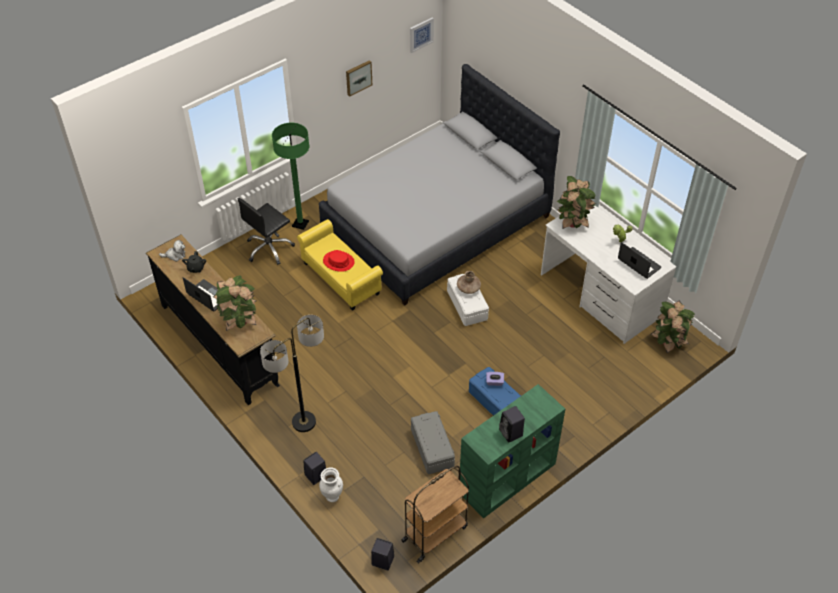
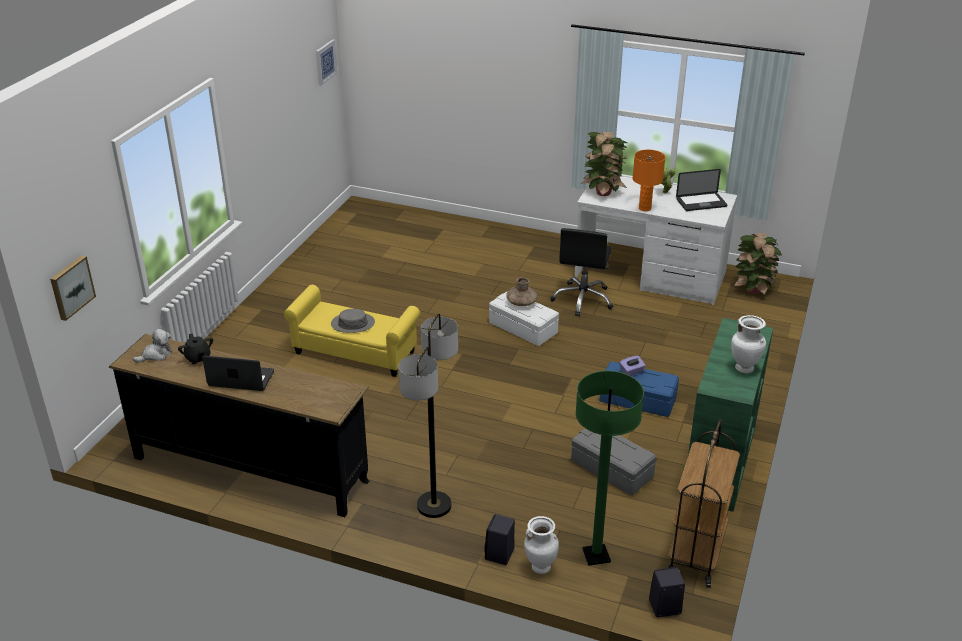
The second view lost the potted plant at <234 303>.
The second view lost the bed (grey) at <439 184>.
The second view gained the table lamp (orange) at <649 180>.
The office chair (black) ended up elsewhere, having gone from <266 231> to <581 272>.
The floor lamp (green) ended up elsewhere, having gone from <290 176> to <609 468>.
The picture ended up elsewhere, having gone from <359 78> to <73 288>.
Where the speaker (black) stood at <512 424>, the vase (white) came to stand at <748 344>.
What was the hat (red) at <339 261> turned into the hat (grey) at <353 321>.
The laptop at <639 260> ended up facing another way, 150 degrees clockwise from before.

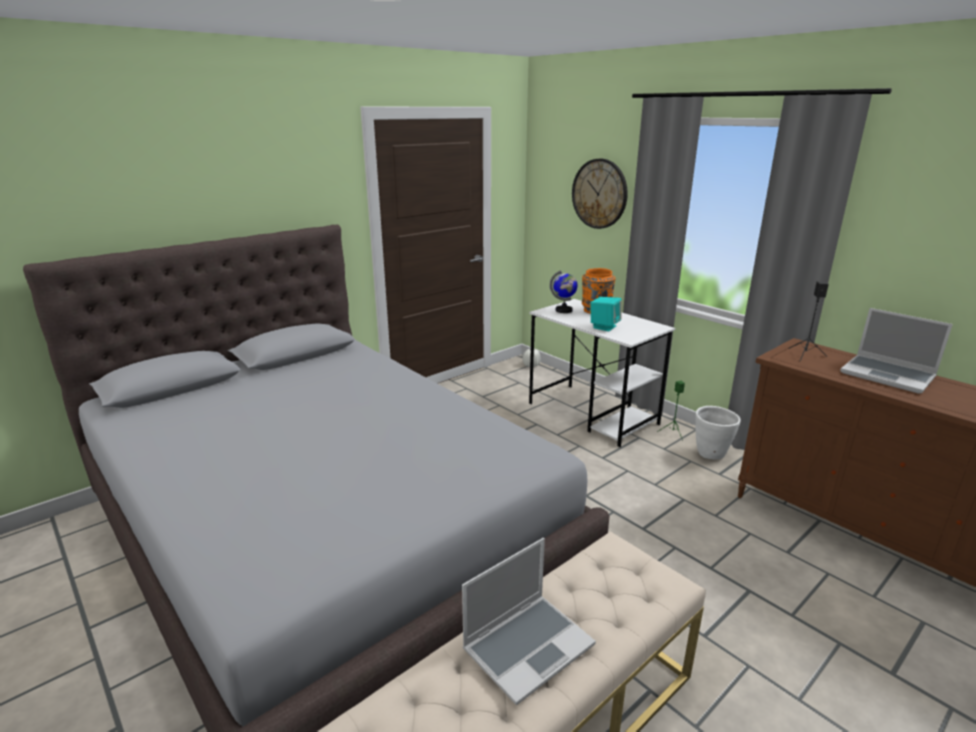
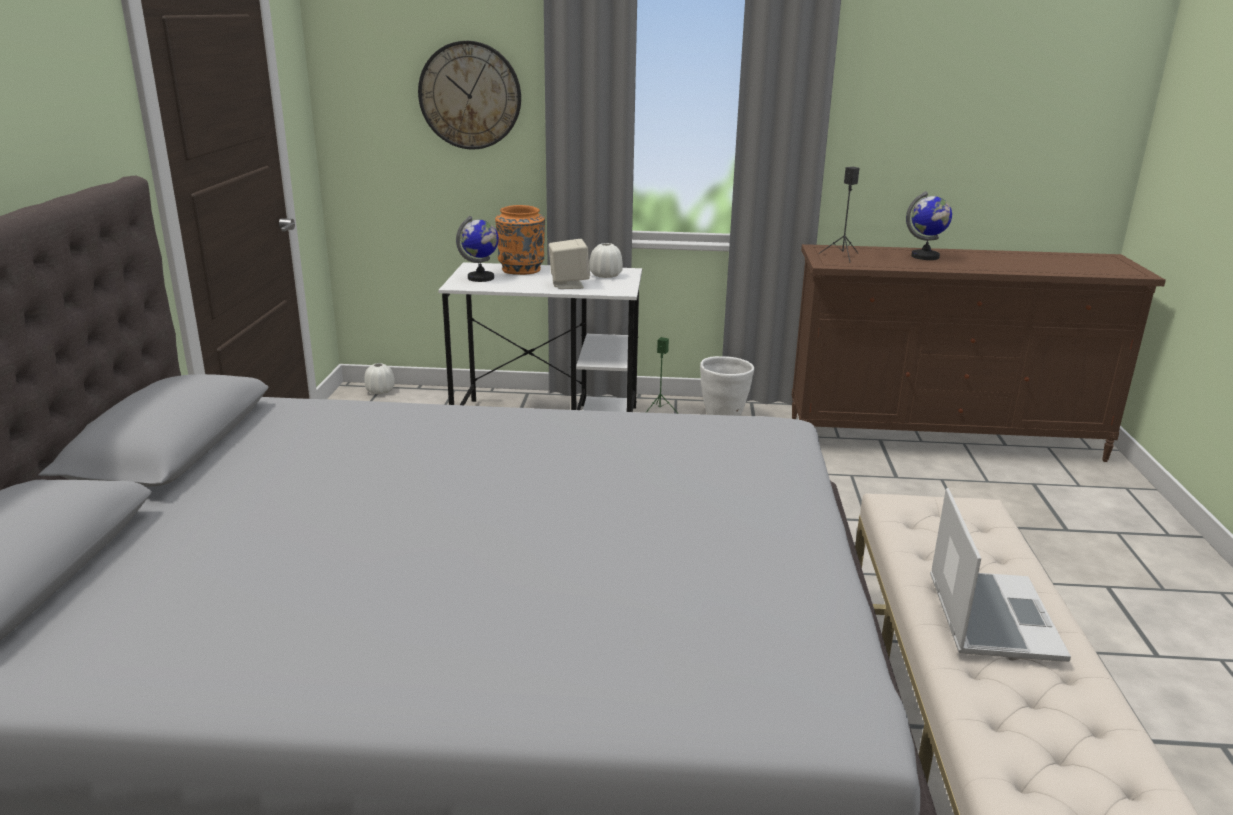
The second view gained the vase (white) at <606 260>.
Where the laptop stood at <896 351>, the globe came to stand at <929 225>.
What was the speaker (turquoise) at <606 314> turned into the speaker (beige) at <569 264>.

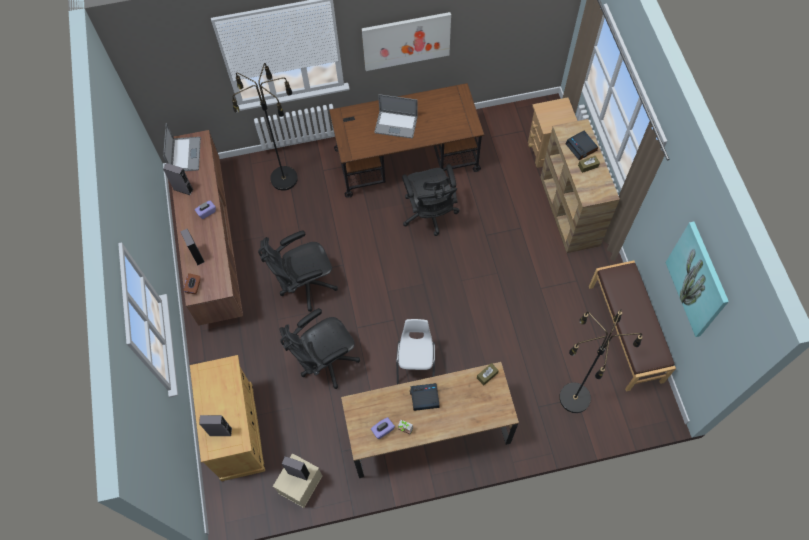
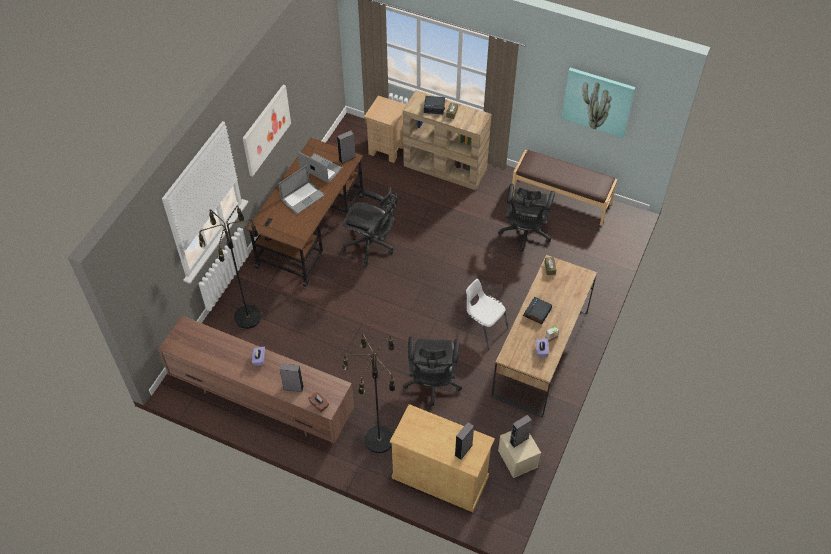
The laptop ended up elsewhere, having gone from <182 147> to <320 167>.
The speaker (grey) ended up elsewhere, having gone from <178 179> to <346 147>.
The office chair ended up elsewhere, having gone from <298 271> to <526 218>.
The floor lamp ended up elsewhere, having gone from <601 361> to <369 393>.

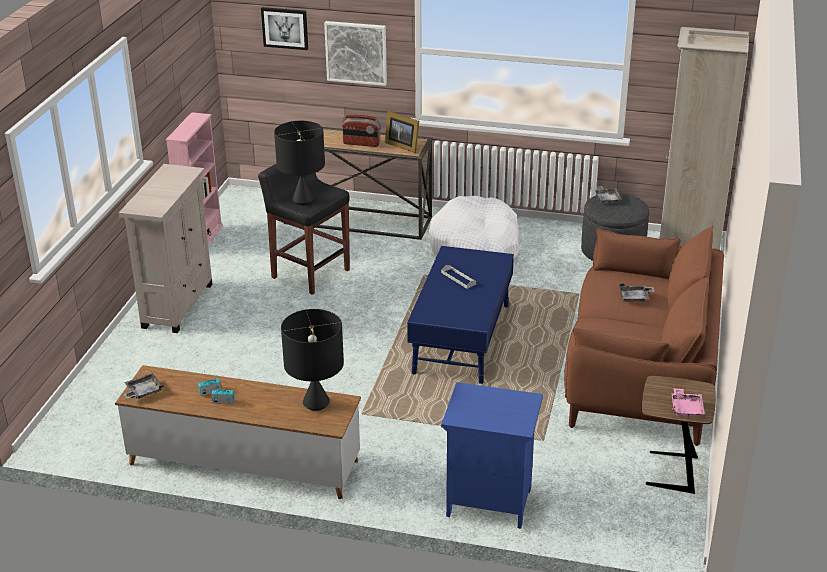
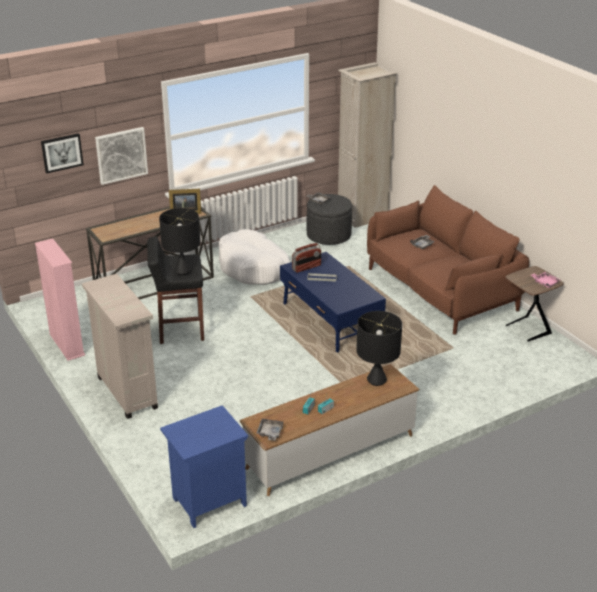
The radio ended up elsewhere, having gone from <361 131> to <306 258>.
The nightstand (blue) ended up elsewhere, having gone from <492 455> to <204 466>.

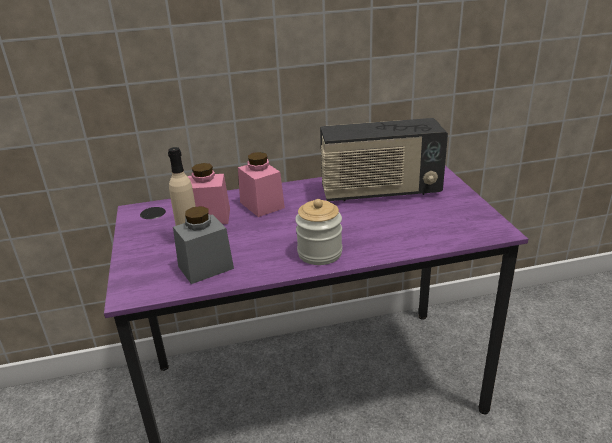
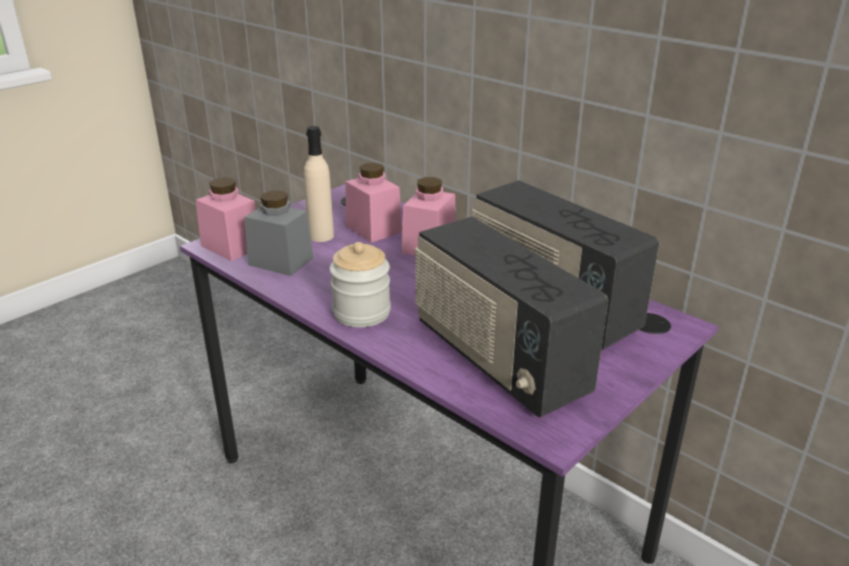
The second view gained the jar (pink) at <226 219>.
The second view gained the radio at <511 316>.

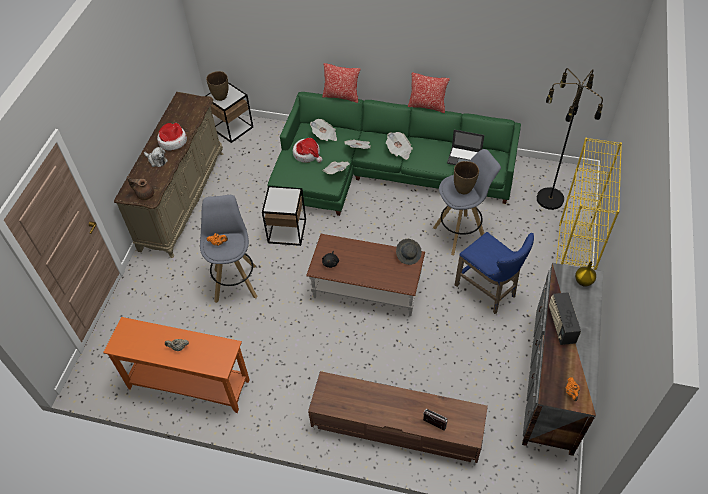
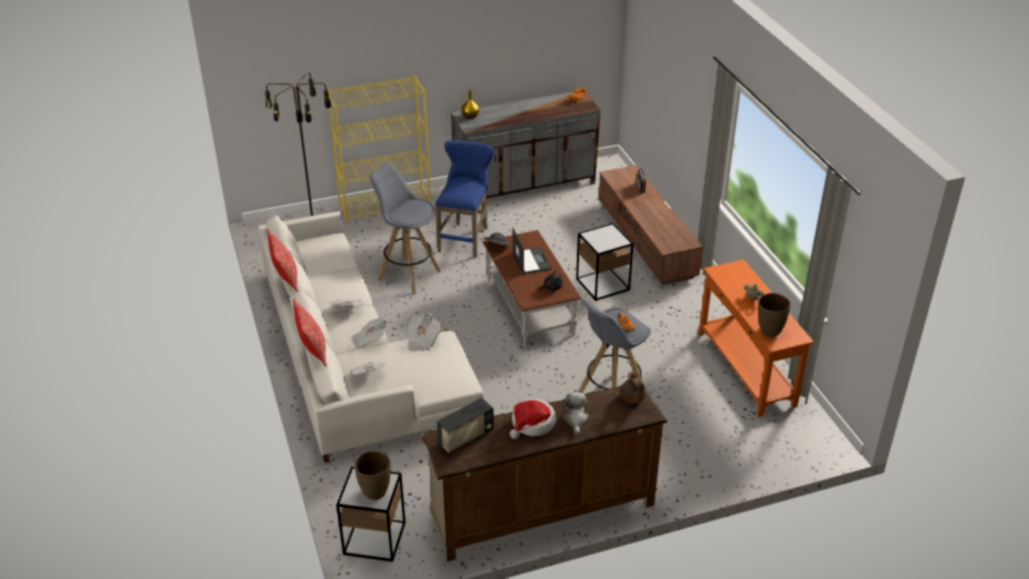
The second view lost the hat at <307 150>.
The side table ended up elsewhere, having gone from <284 216> to <604 262>.
The laptop ended up elsewhere, having gone from <465 147> to <532 251>.
The vase (brown) ended up elsewhere, having gone from <466 177> to <774 315>.
The radio ended up elsewhere, having gone from <565 318> to <465 425>.
What was the sofa (green) at <394 154> turned into the sofa (white) at <371 337>.

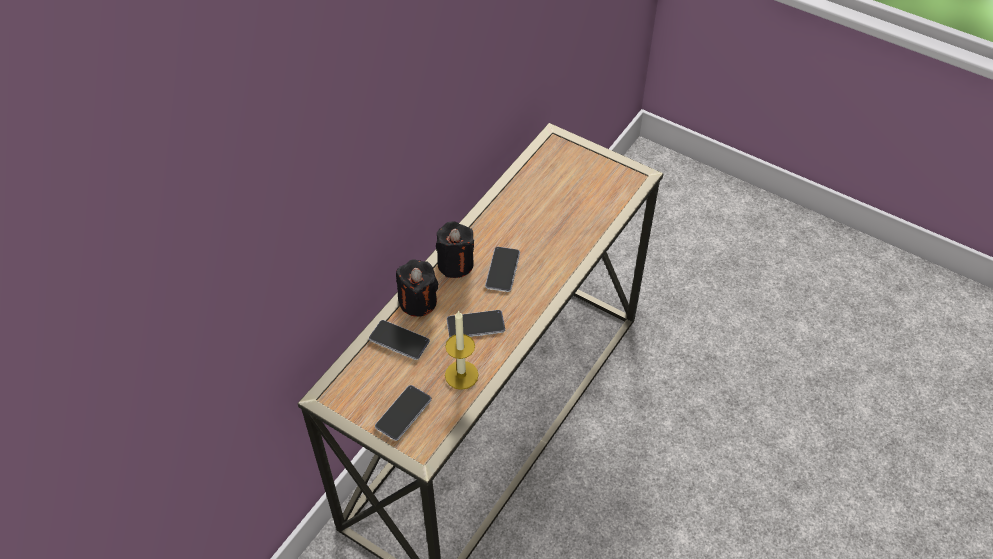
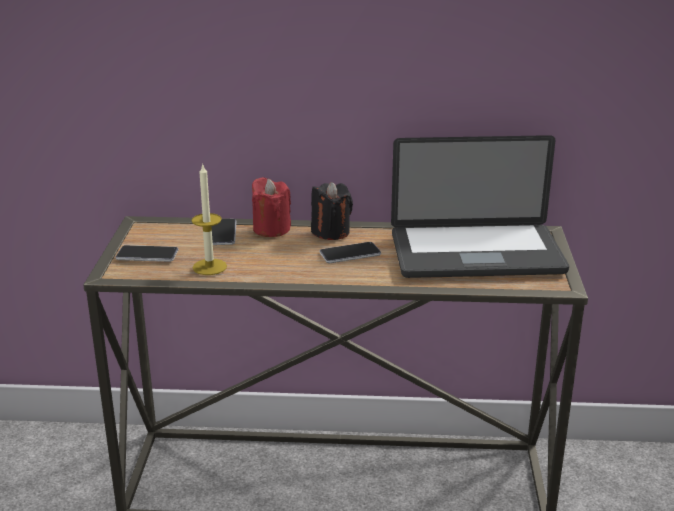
The second view lost the phone at <475 323>.
The second view gained the laptop at <480 206>.
What was the candle (black) at <417 288> turned into the candle (red) at <271 207>.

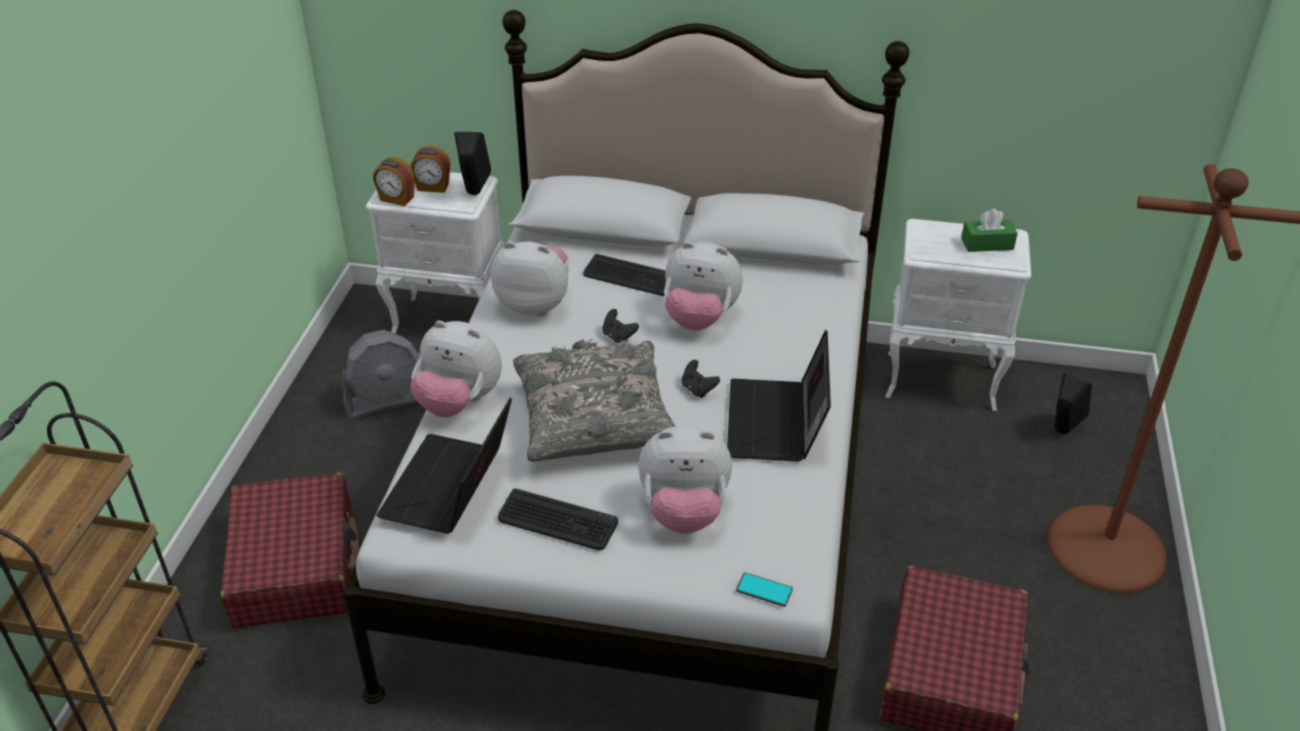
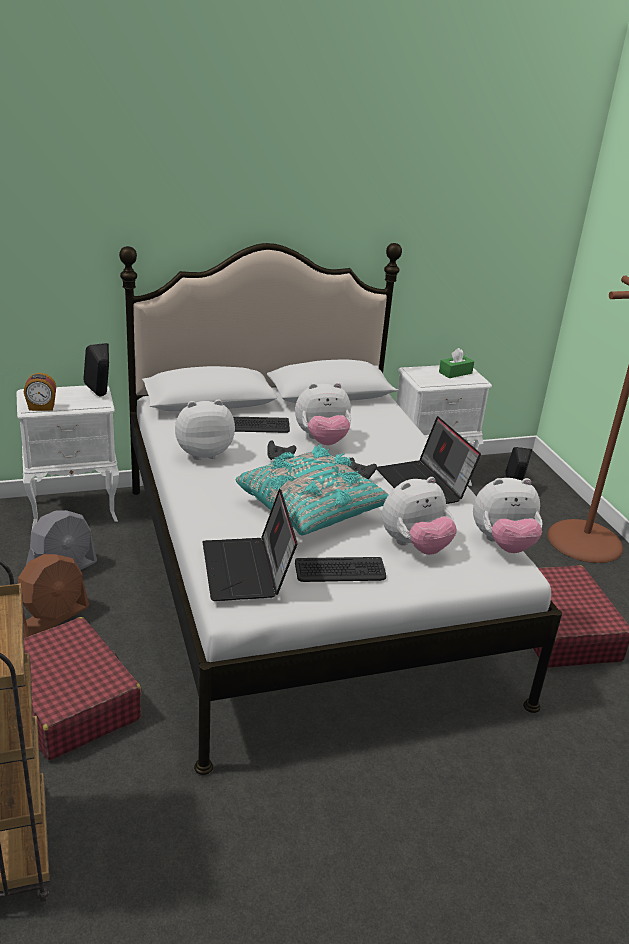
The second view lost the alarm clock at <431 169>.
The second view lost the phone at <764 589>.
The second view gained the fan (brown) at <53 596>.
The plush toy ended up elsewhere, having gone from <456 368> to <508 515>.
What was the pillow (grey) at <594 400> turned into the pillow (turquoise) at <312 490>.

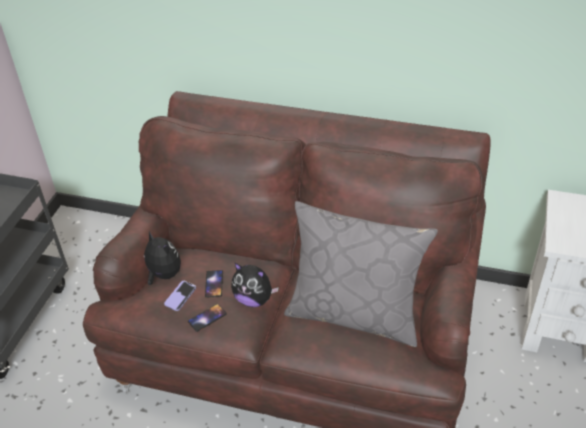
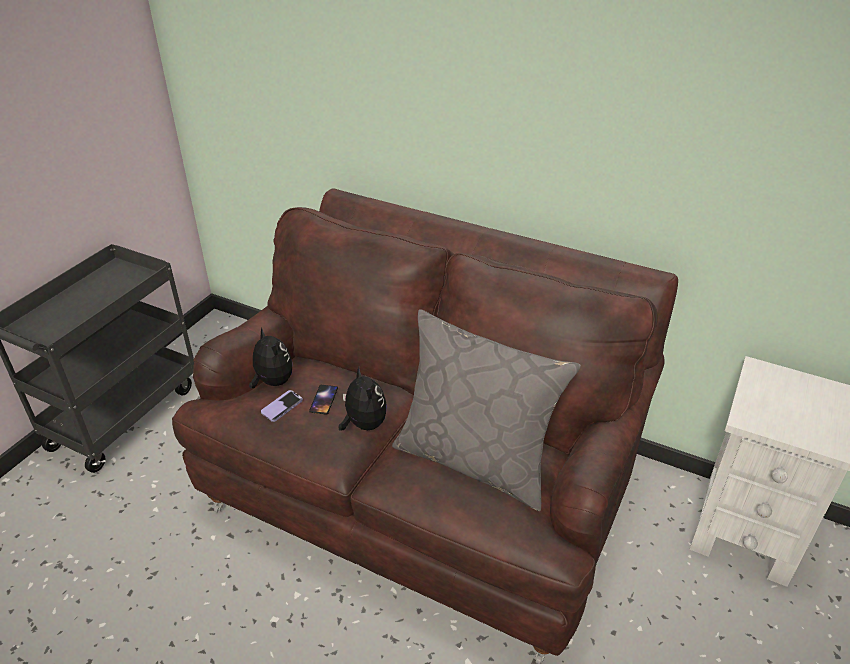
The second view lost the phone at <207 318>.
The plush toy at <255 284> ended up facing another way, 150 degrees counterclockwise from before.

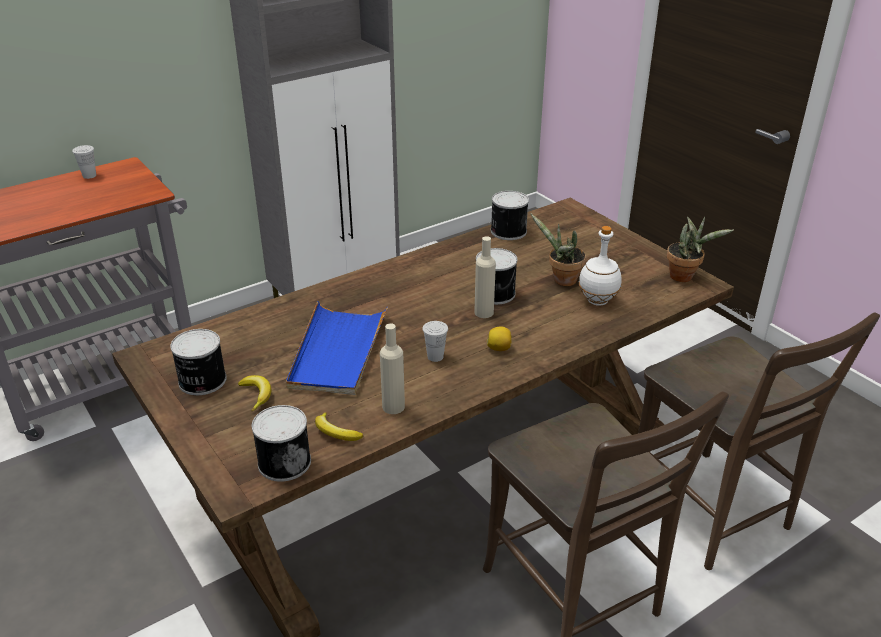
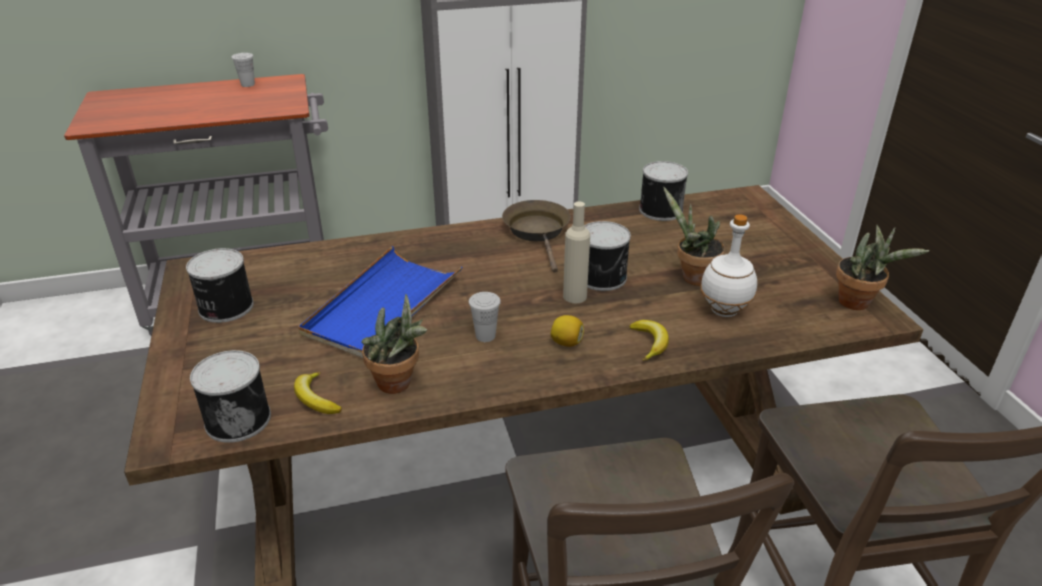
The second view gained the frying pan (brown) at <536 236>.
The banana ended up elsewhere, having gone from <254 393> to <649 340>.
Where the bottle (beige) stood at <392 368>, the potted plant came to stand at <394 344>.

